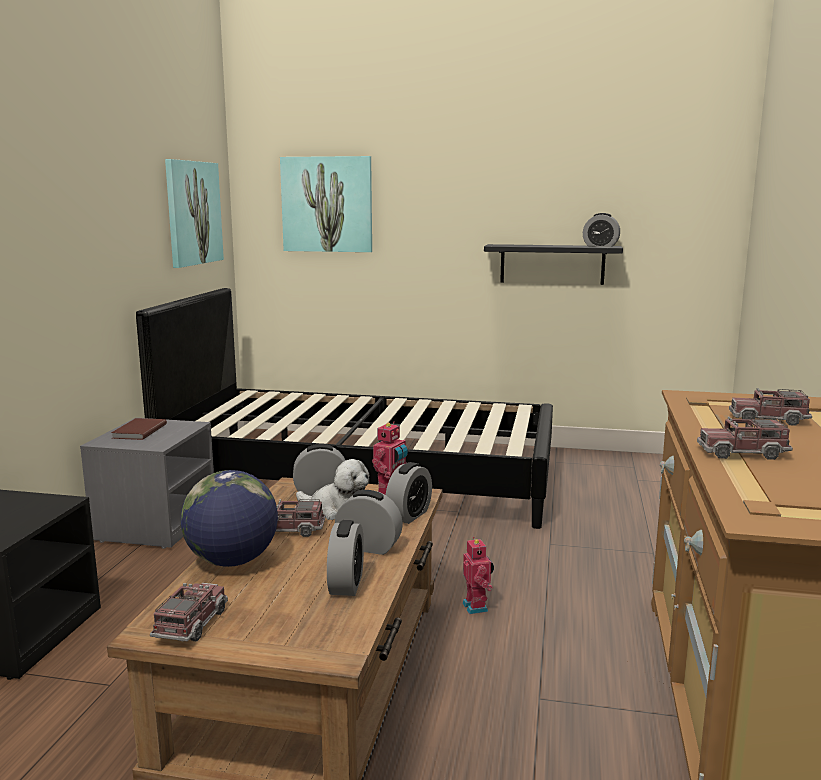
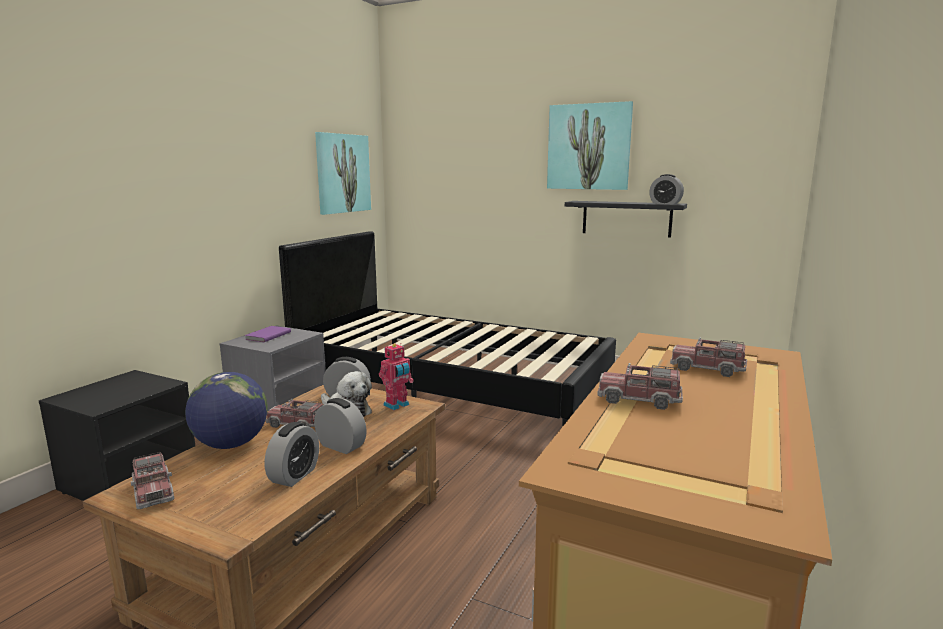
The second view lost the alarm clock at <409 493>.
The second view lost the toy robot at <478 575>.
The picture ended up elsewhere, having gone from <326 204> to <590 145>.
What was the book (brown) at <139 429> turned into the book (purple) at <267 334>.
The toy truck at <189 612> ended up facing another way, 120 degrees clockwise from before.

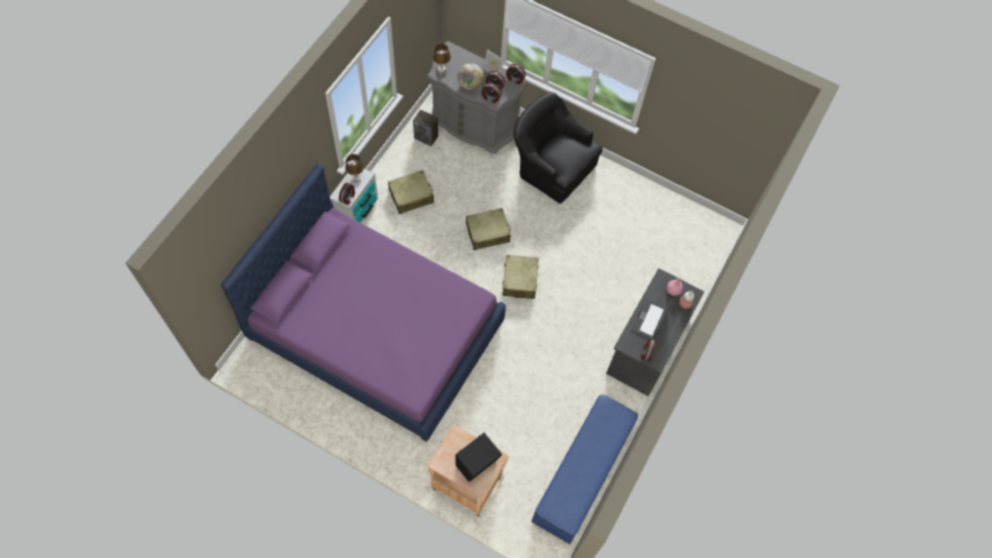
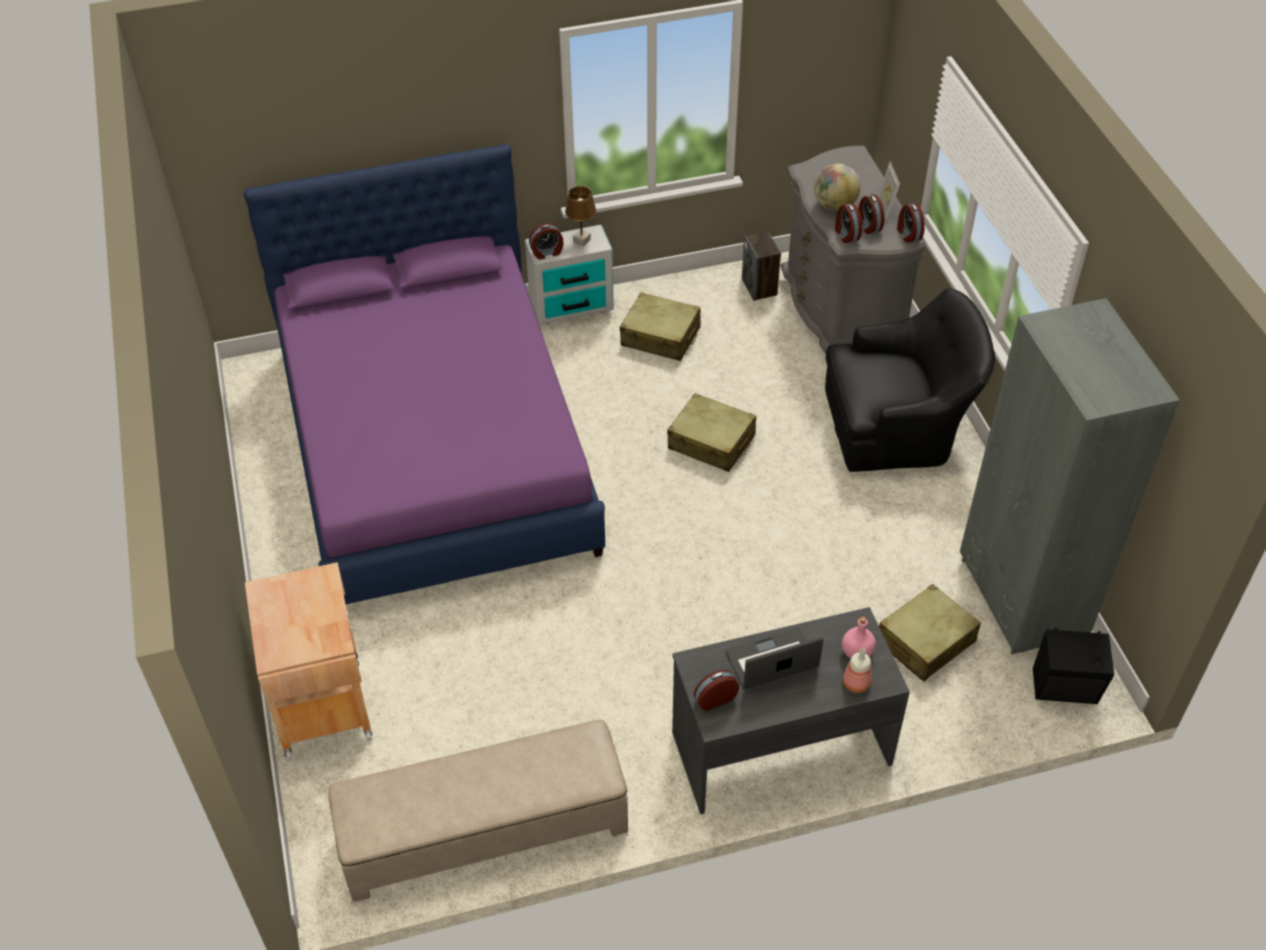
The second view lost the table lamp (brown) at <442 59>.
The second view gained the wardrobe (grey) at <1070 476>.
The speaker (black) ended up elsewhere, having gone from <478 457> to <1073 666>.
The suitcase (beige) ended up elsewhere, having gone from <521 277> to <930 633>.
What was the bench (blue) at <584 469> turned into the bench (beige) at <478 811>.
The armchair (black) at <558 148> ended up facing another way, 90 degrees clockwise from before.

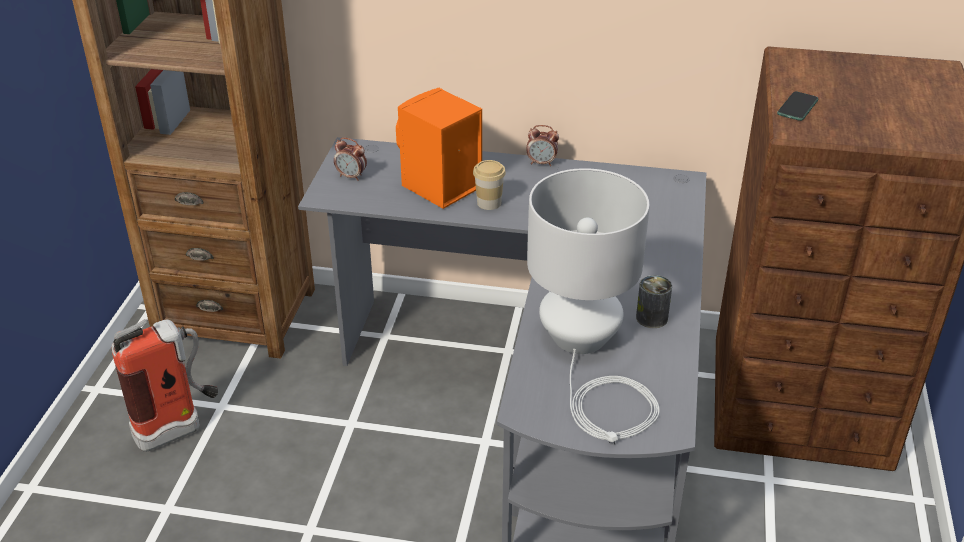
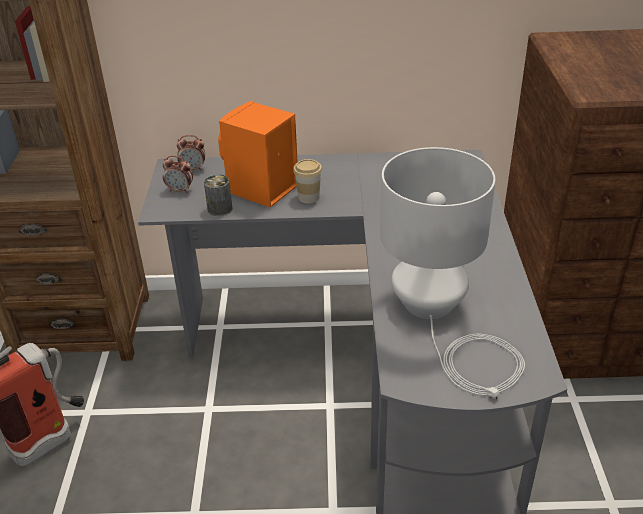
The second view lost the phone at <797 106>.
The alarm clock ended up elsewhere, having gone from <543 145> to <190 153>.
The can ended up elsewhere, having gone from <654 301> to <218 195>.

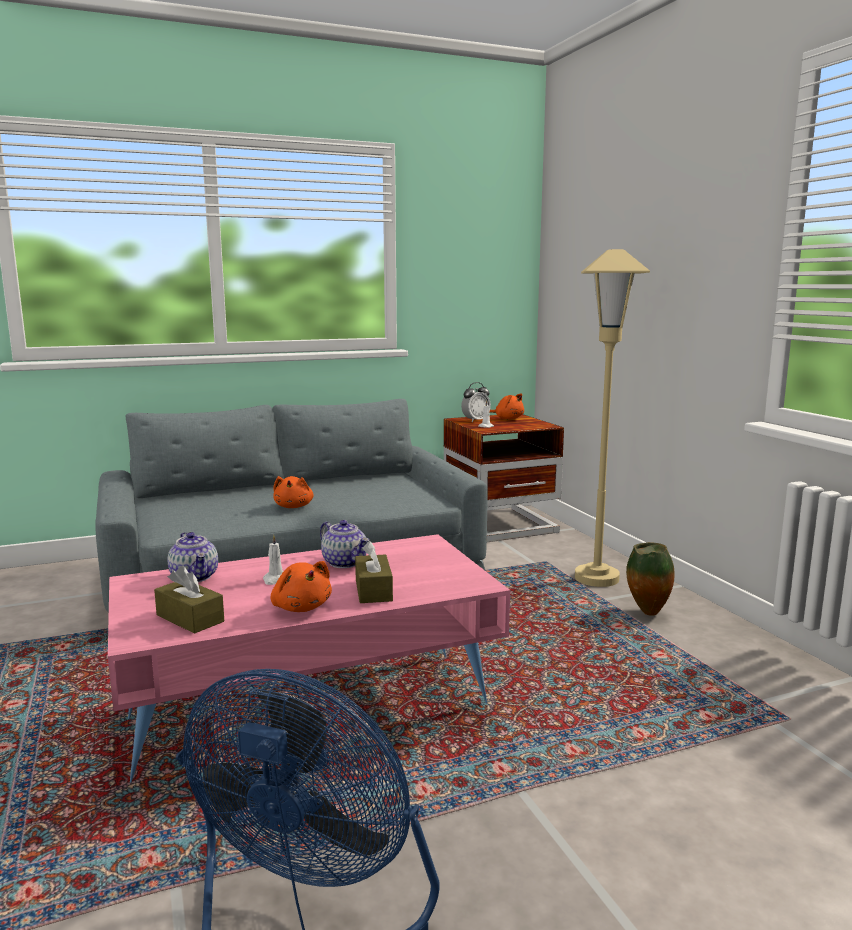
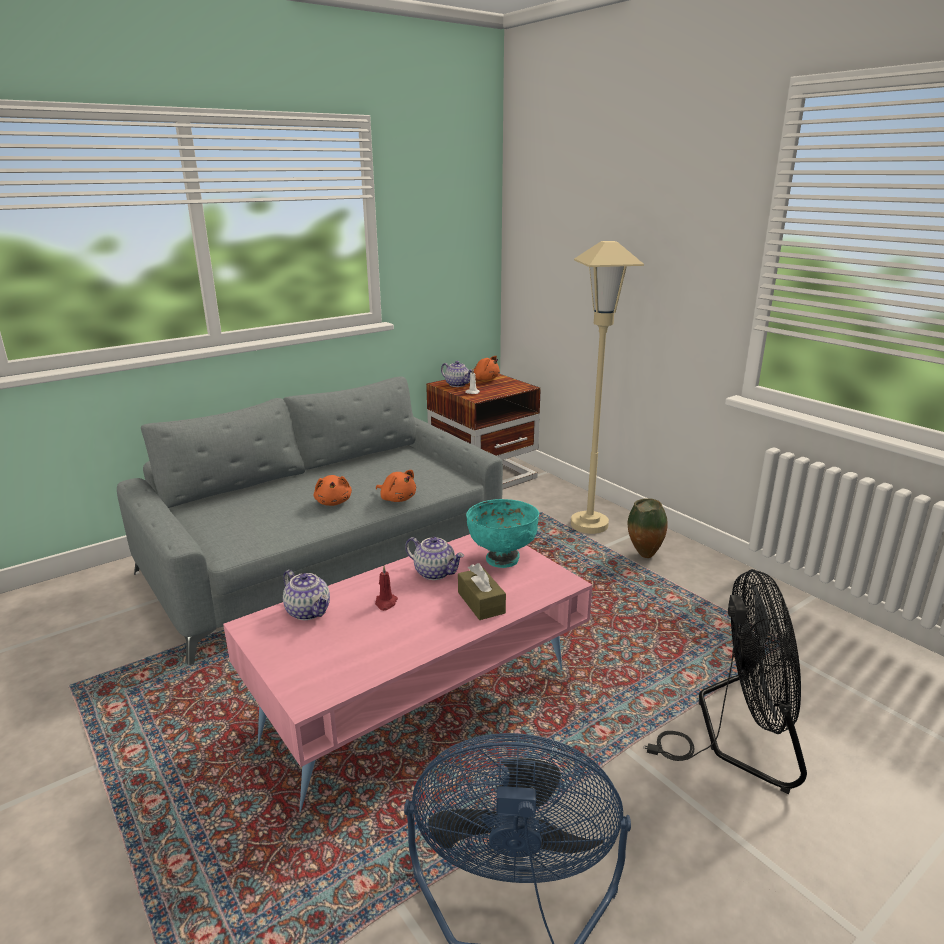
The second view lost the tissue box (brown) at <189 600>.
The second view gained the bowl (turquoise) at <502 533>.
The second view gained the fan (black) at <725 681>.
The plush toy (orange) ended up elsewhere, having gone from <301 586> to <396 486>.
Where the alarm clock stood at <476 402>, the teapot came to stand at <457 374>.
What was the candle (white) at <273 559> turned into the candle (red) at <386 588>.

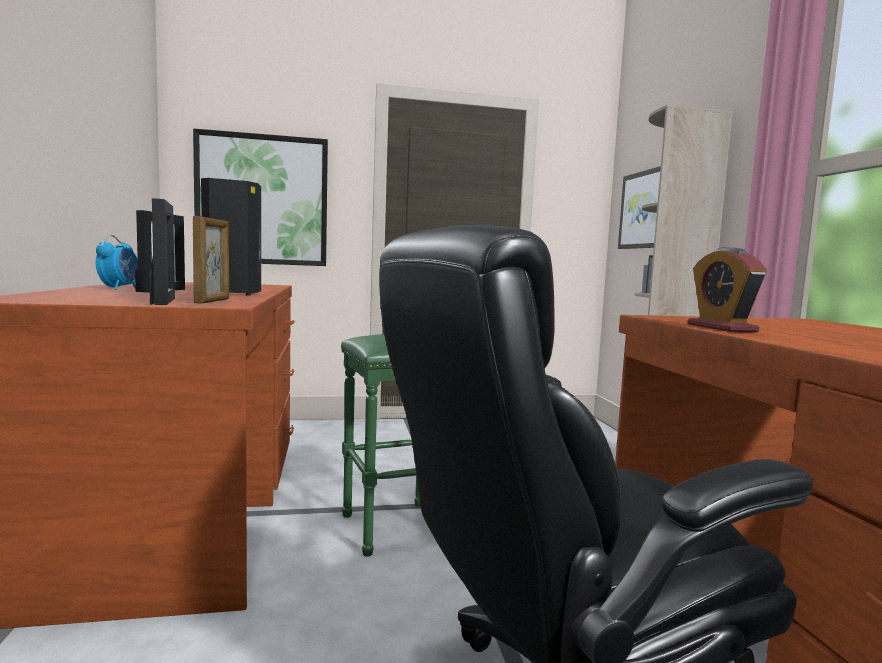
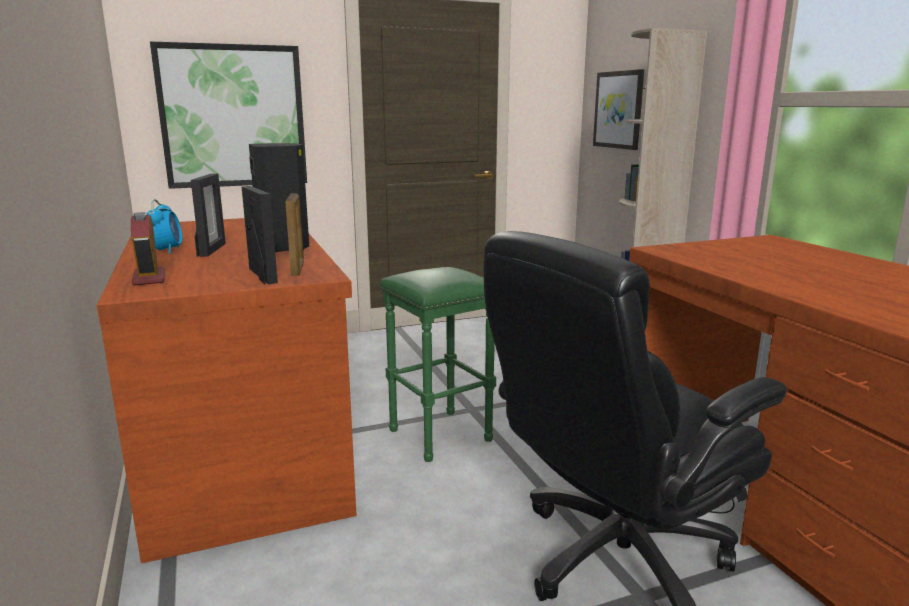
The alarm clock ended up elsewhere, having gone from <727 289> to <148 248>.

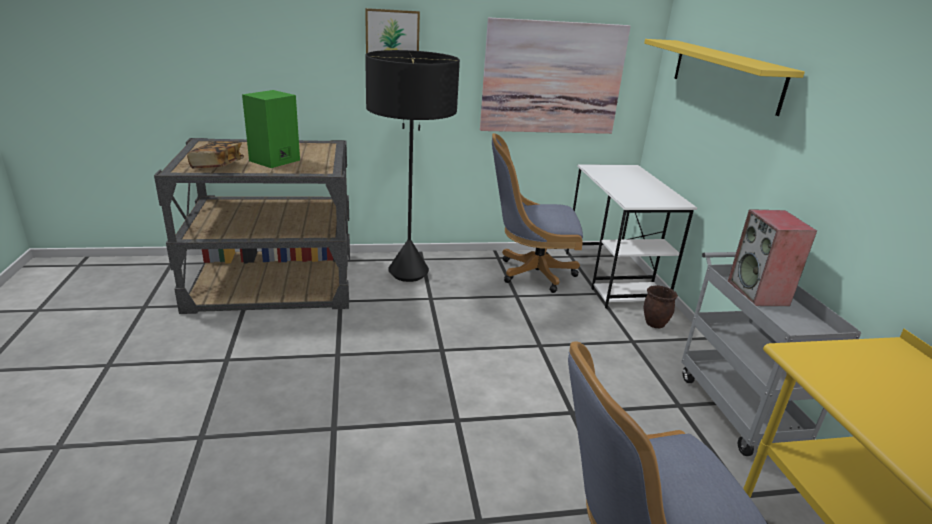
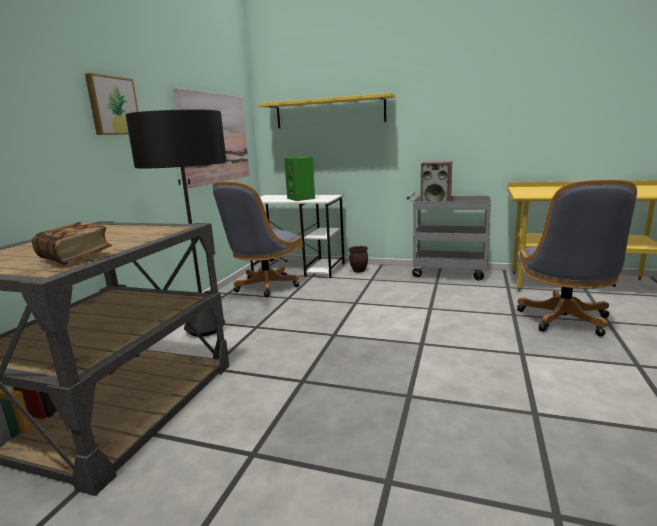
The speaker (green) ended up elsewhere, having gone from <271 129> to <299 179>.

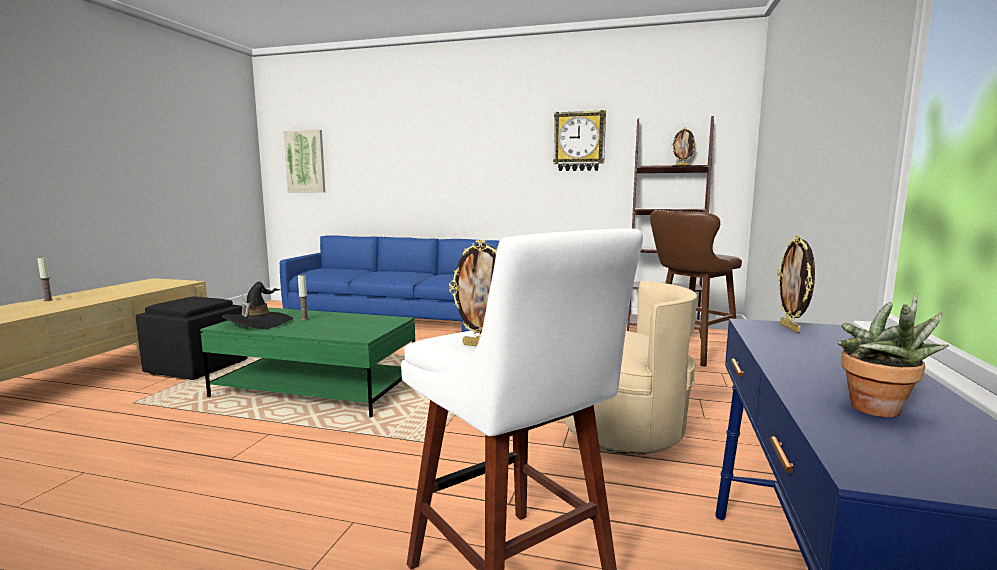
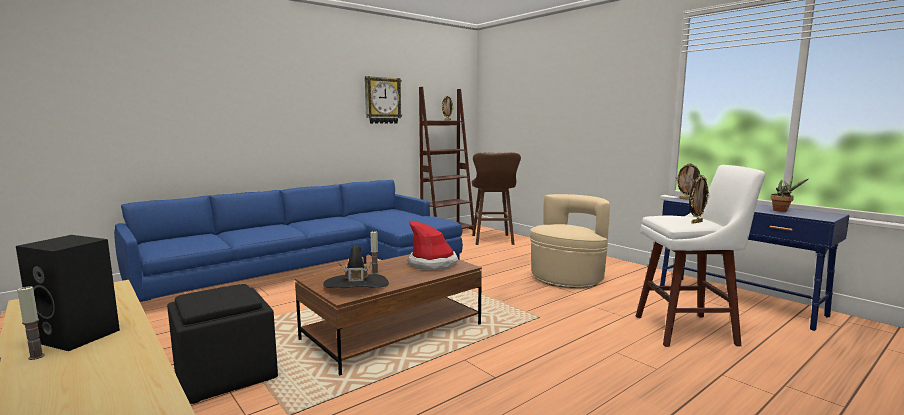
The second view lost the picture at <304 161>.
The second view gained the speaker (black) at <68 293>.
The second view gained the hat at <433 244>.
What was the coffee table (green) at <307 363> turned into the coffee table (brown) at <388 314>.

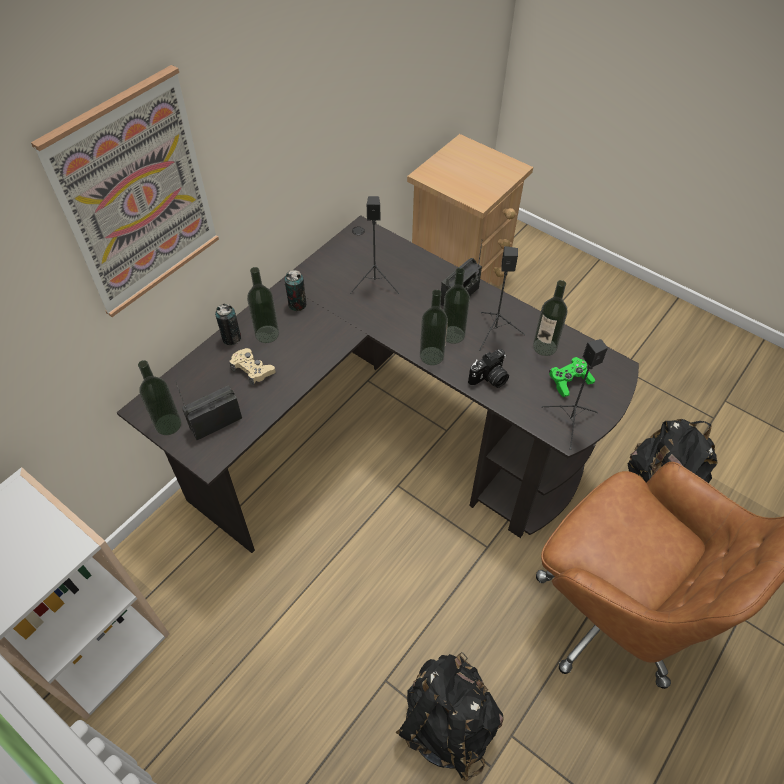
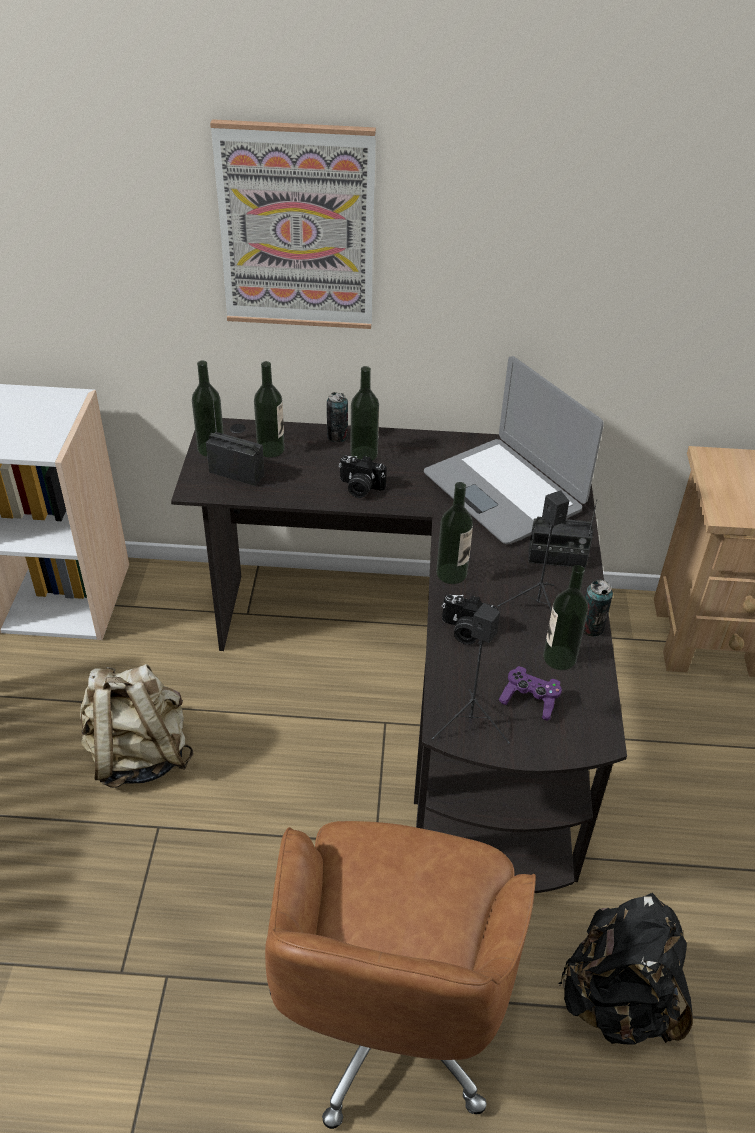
The second view lost the game controller (beige) at <252 367>.
The second view lost the backpack (black) at <450 717>.
The second view gained the backpack (beige) at <137 726>.
The second view gained the photo camera at <363 477>.
The can ended up elsewhere, having gone from <296 290> to <598 608>.
The bottle ended up elsewhere, having gone from <456 306> to <269 409>.
Where the speaker (black) stood at <374 245>, the laptop came to stand at <514 450>.
What was the game controller (green) at <572 377> turned into the game controller (purple) at <530 693>.

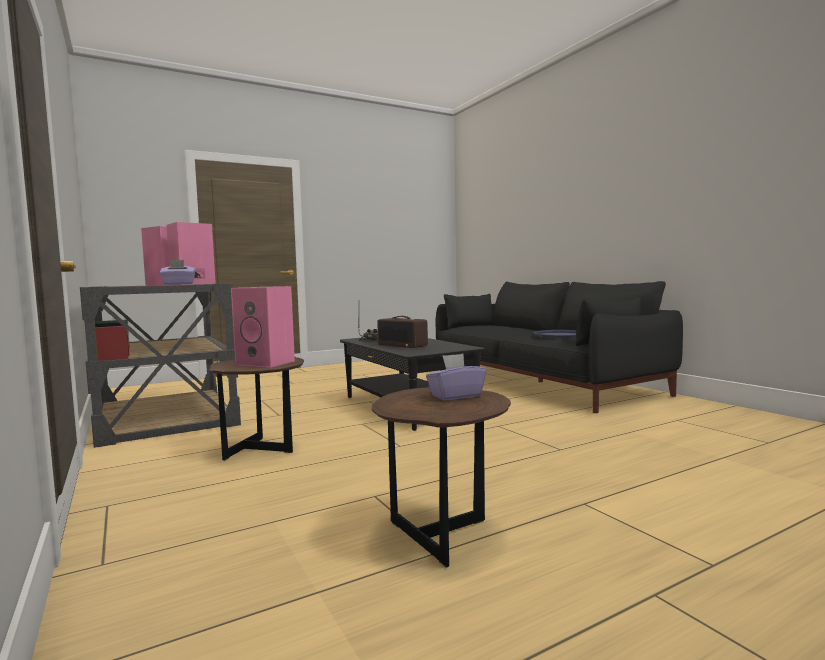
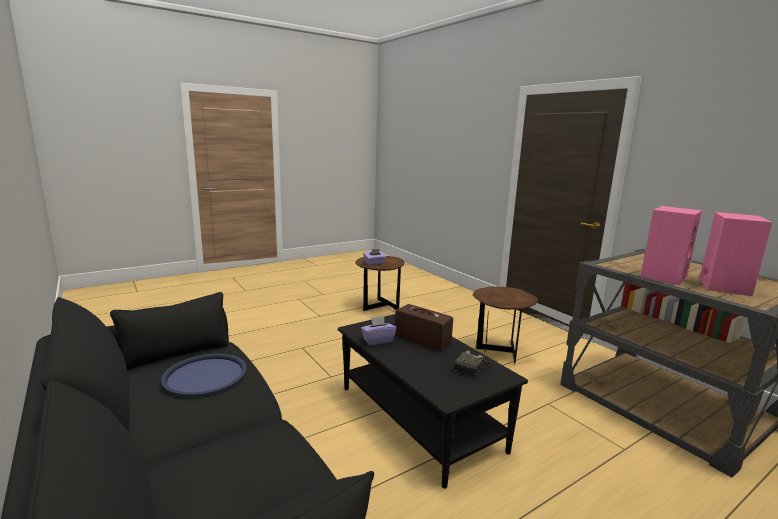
The second view lost the speaker (pink) at <263 326>.
The tissue box (purple) ended up elsewhere, having gone from <178 272> to <379 331>.

